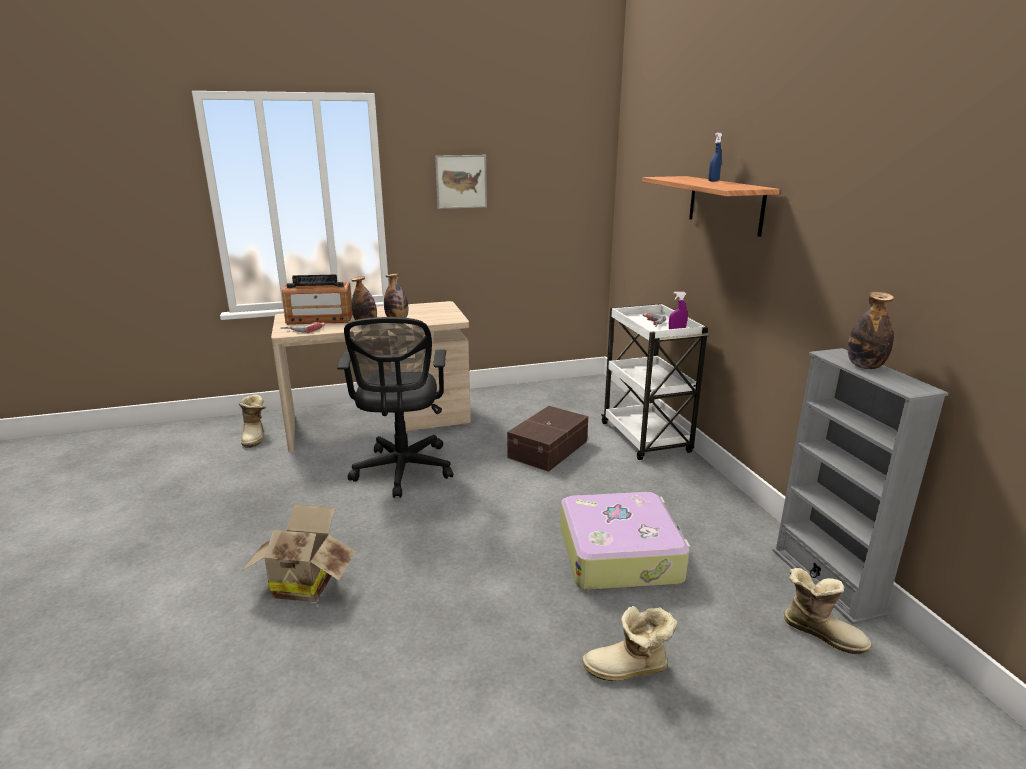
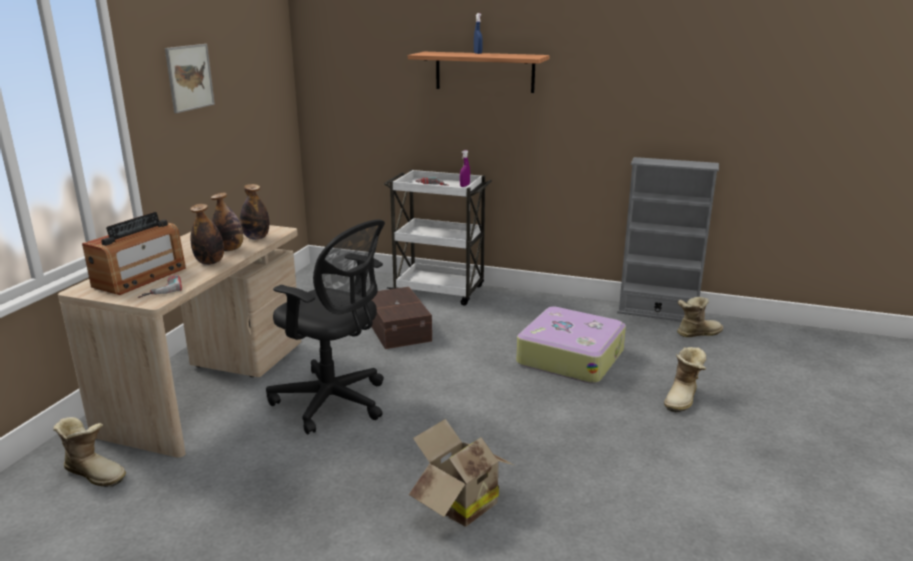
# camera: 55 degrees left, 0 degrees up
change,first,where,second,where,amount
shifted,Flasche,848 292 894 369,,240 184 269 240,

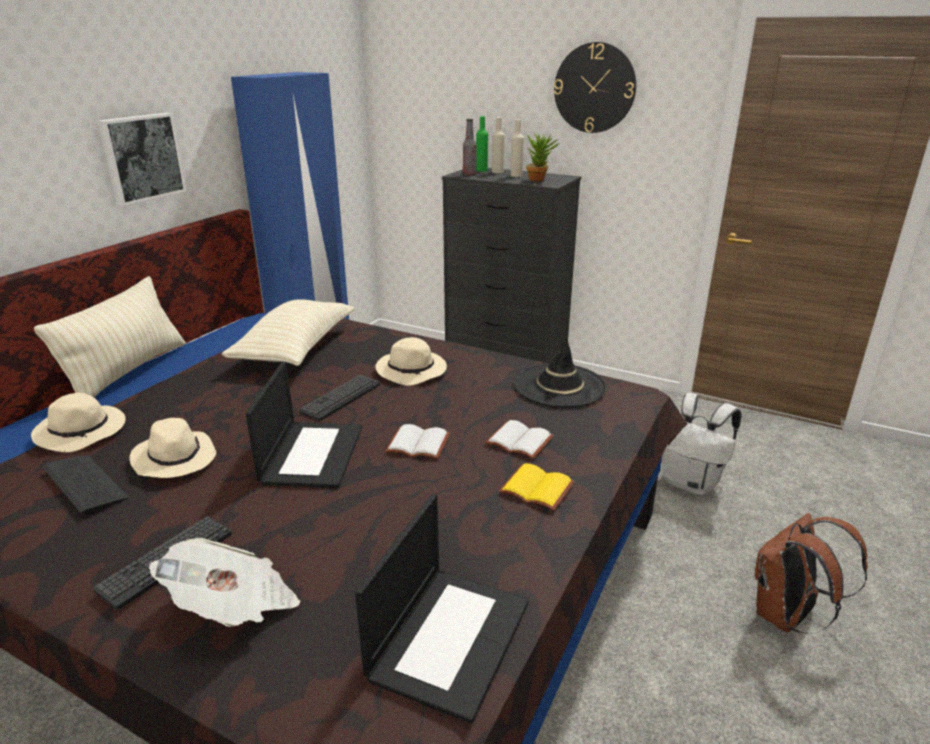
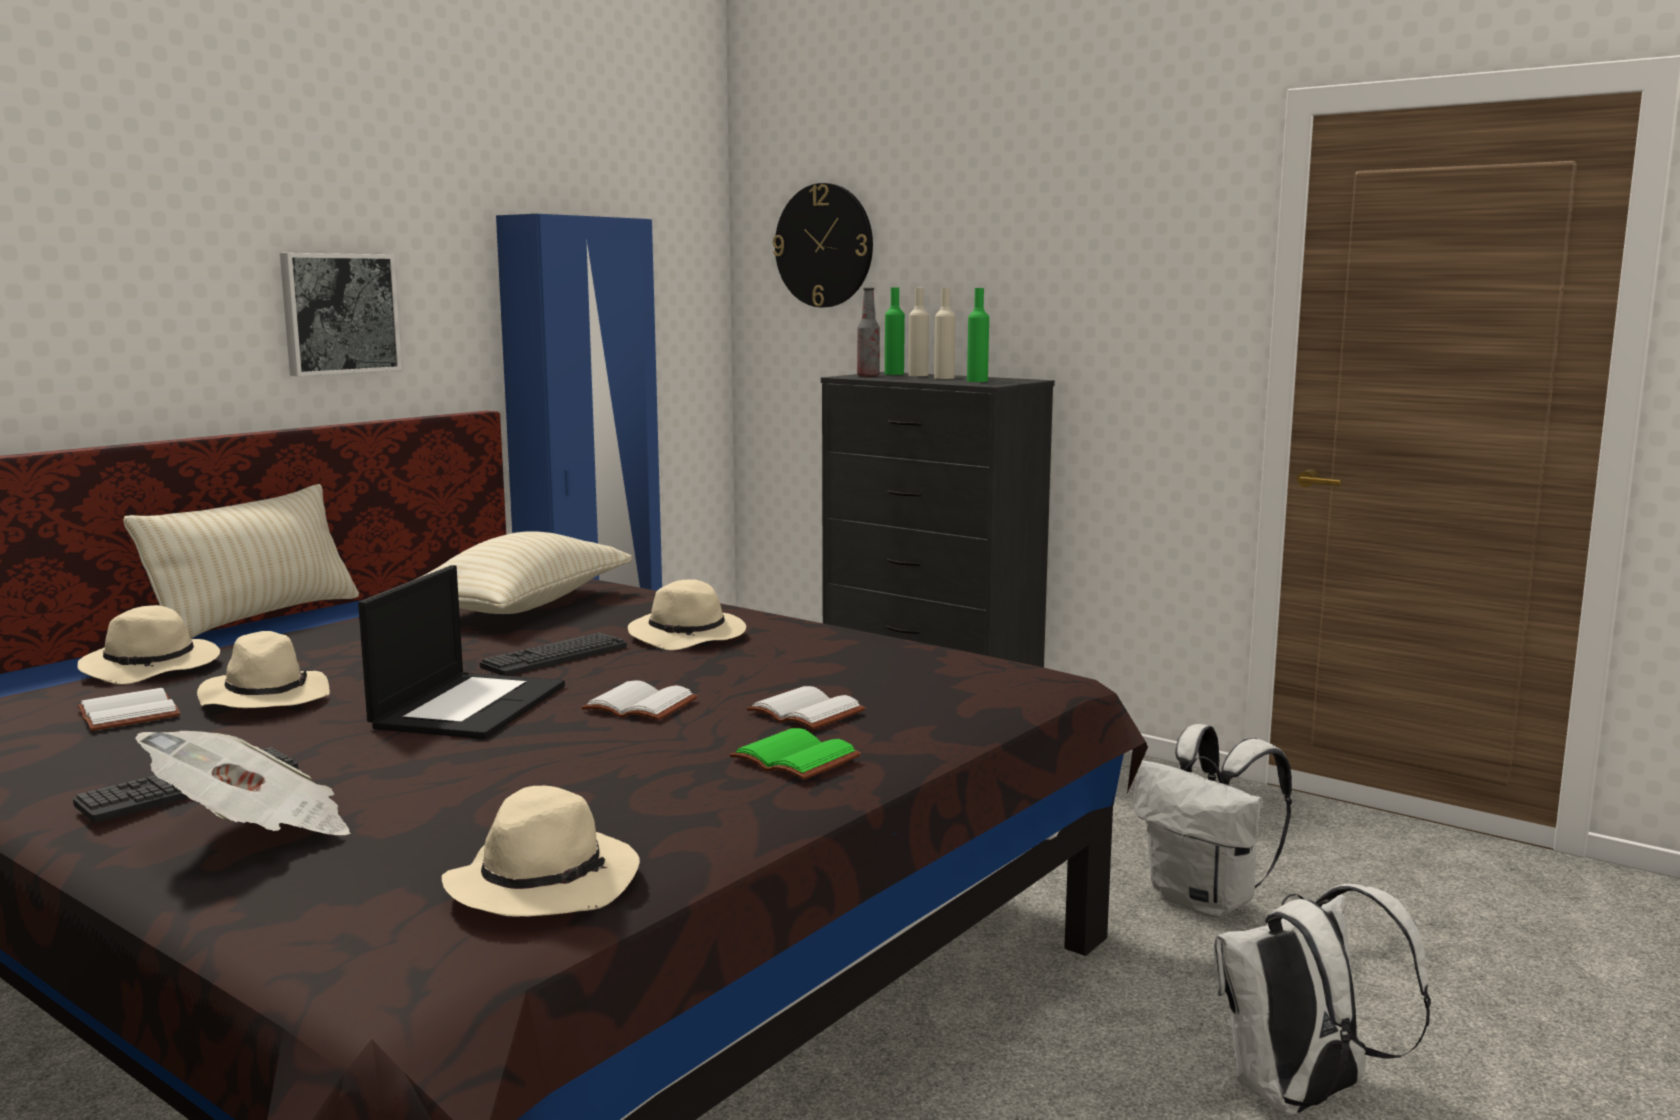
# camera: 10 degrees right, 15 degrees down
change,first,where,second,where,amount
swapped,Tastatur,43 456 129 516,Buch [weiß],77 688 180 731,
swapped,Laptop,355 494 529 724,Hut [beige],442 785 640 917,
repainted,Buch [gelb],499 463 575 511,Buch [grün],729 728 861 780,
gone,Hut [schwarz],514 335 607 408,,,
swapped,Topfpflanze,526 133 559 182,Flasche [grün],967 288 989 382,
shifted,Wanduhr,554 42 636 133,,773 183 873 307,
repainted,Rucksack [braun],755 513 868 634,Rucksack [weiß],1213 884 1431 1115,

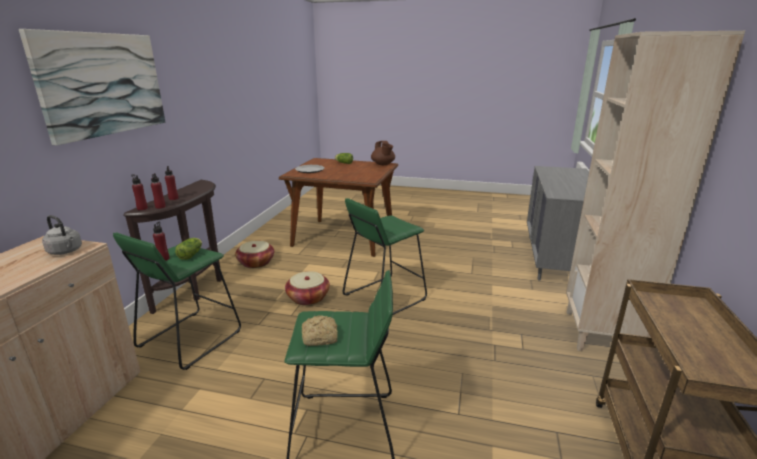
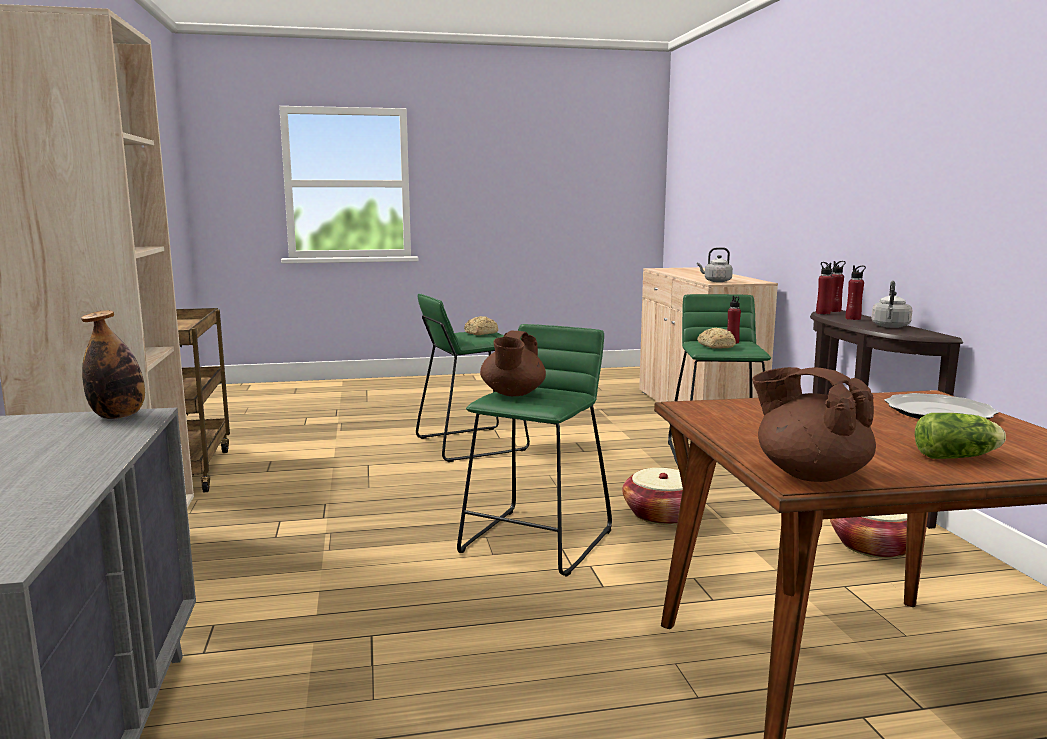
# camera: 155 degrees right, 10 degrees down
change,first,where,second,where,amount
gone,Bild,19 29 166 145,,,
swapped,Salatkopf,175 238 202 260,Brot,697 328 736 349,
new,,,Flasche,81 310 145 419,
new,,,Teekanne [braun],480 330 546 396,
new,,,Wasserkessel [grau],871 281 912 328,

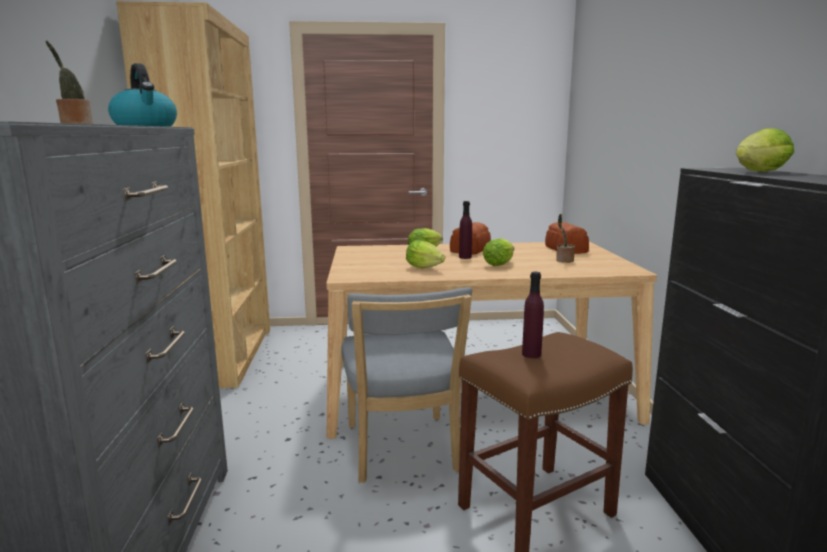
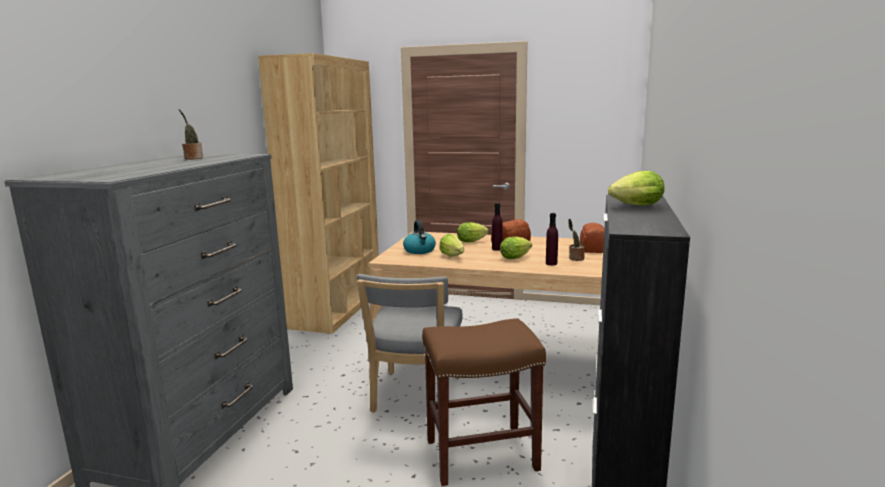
# camera: 20 degrees right, 0 degrees up
change,first,where,second,where,amount
shifted,Wasserkessel,108 63 177 127,,403 220 436 254,
shifted,Flasche [lila],522 272 544 358,,546 213 558 265,

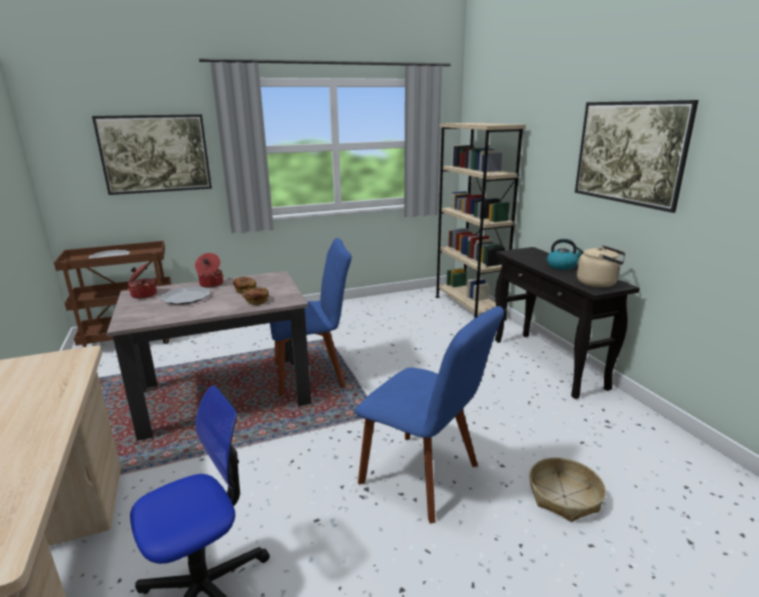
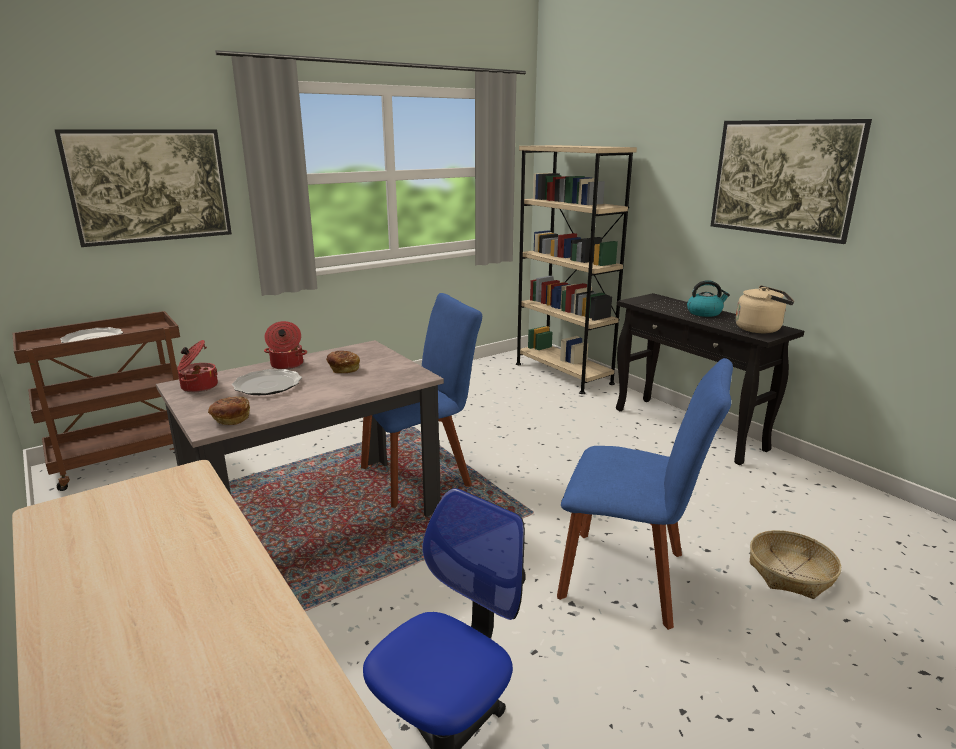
# camera: 15 degrees left, 0 degrees up
change,first,where,second,where,amount
shifted,Brot,242 287 269 305,,208 396 250 425,

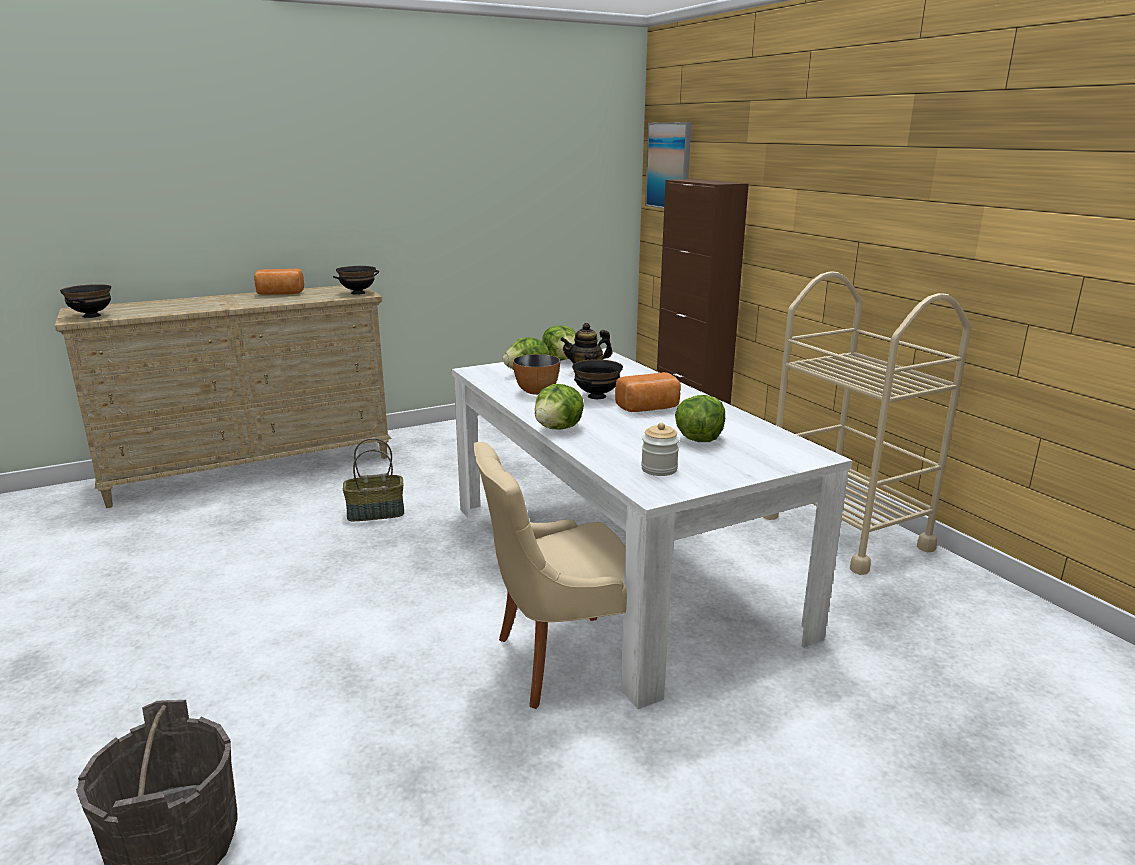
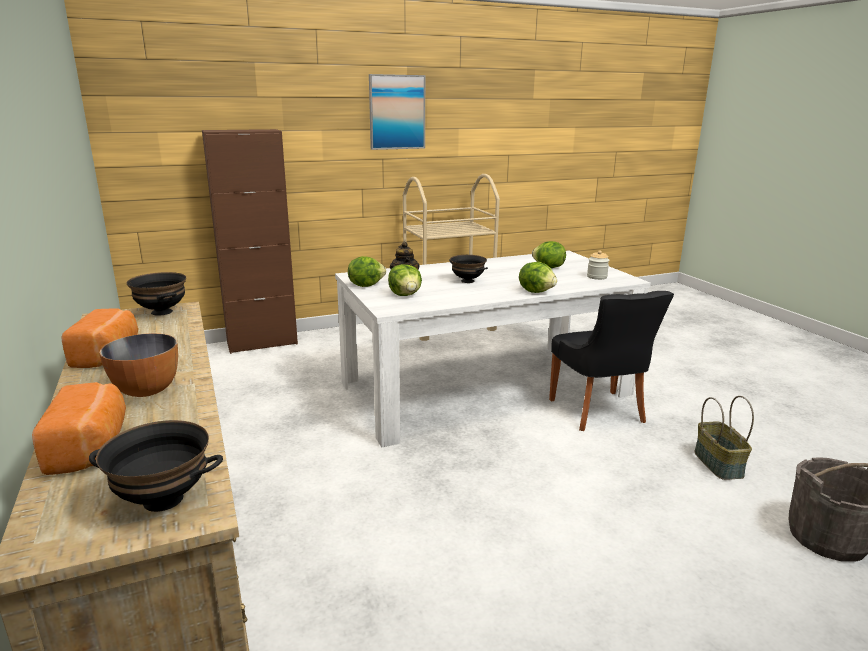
# camera: 85 degrees left, 0 degrees up
change,first,where,second,where,amount
shifted,Korb,343 438 404 521,,694 396 754 480,
repainted,Stuhl [beige],473 442 627 709,Stuhl [schwarz],549 291 674 431,
shifted,Schüssel,513 354 560 395,,99 333 178 397,
shifted,Brot,615 372 681 412,,32 382 126 475,
shifted,Bild,645 122 692 209,,369 74 425 150,

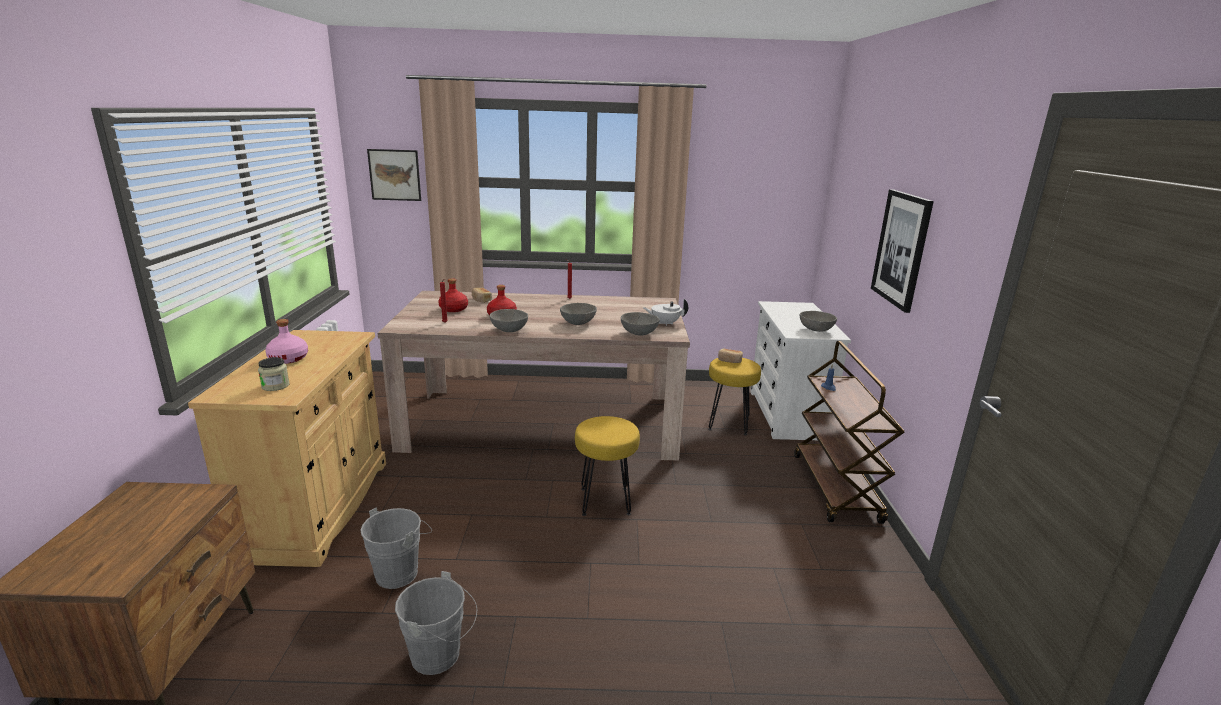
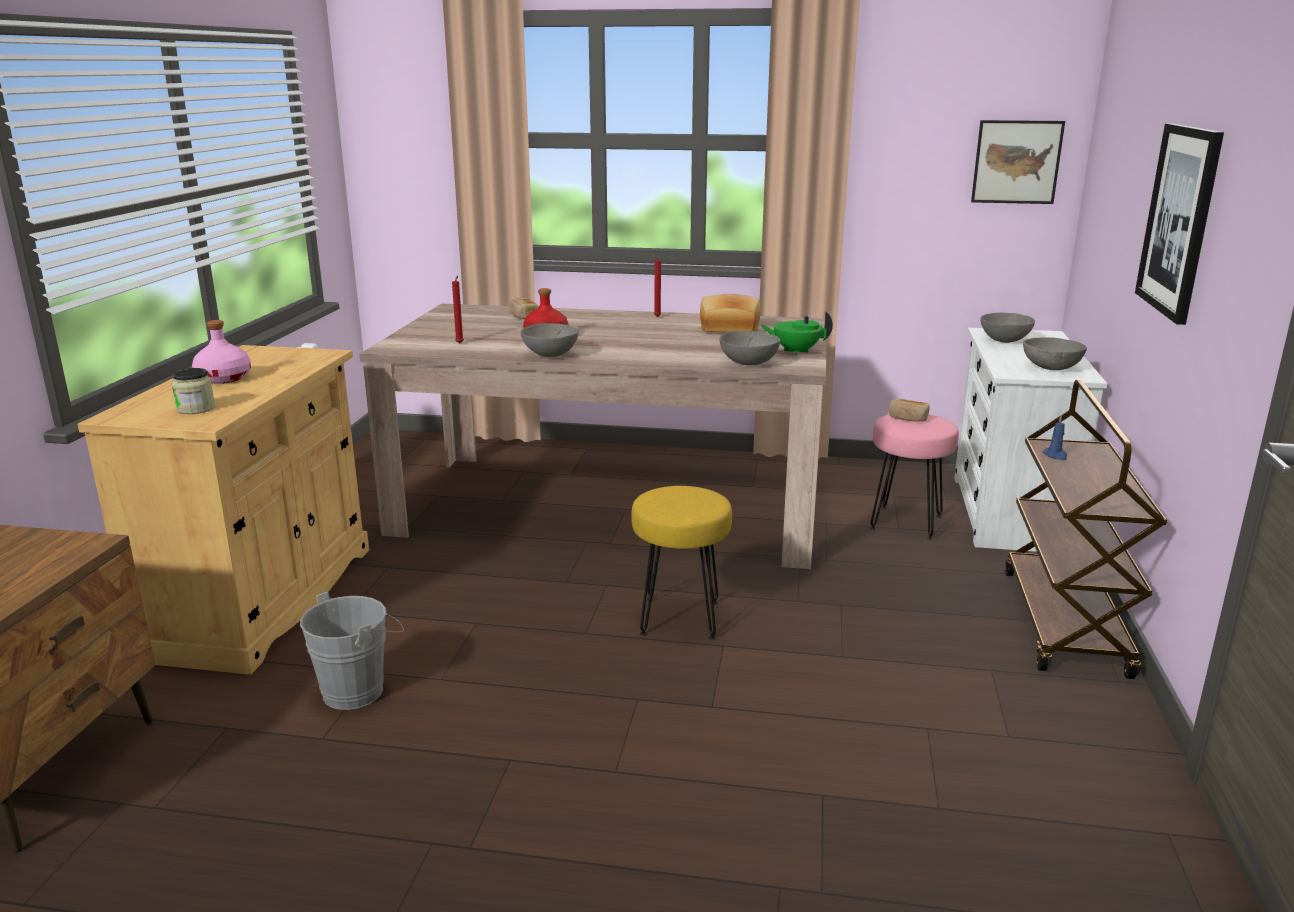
# camera: 10 degrees right, 0 degrees up
change,first,where,second,where,amount
shifted,Bild,367 149 421 201,,971 120 1065 204,
gone,Eimer [grau],395 571 477 675,,,
gone,Flasche [rot],438 278 468 312,,,
shifted,Schüssel [grau],560 303 597 325,,980 313 1035 343,
repainted,Teekanne [weiß],643 299 688 326,Teekanne [grün],760 311 833 355,
repainted,Hocker [gelb],708 358 761 435,Hocker [rosa],870 414 959 540,
new,,,Brot,700 294 760 332,

